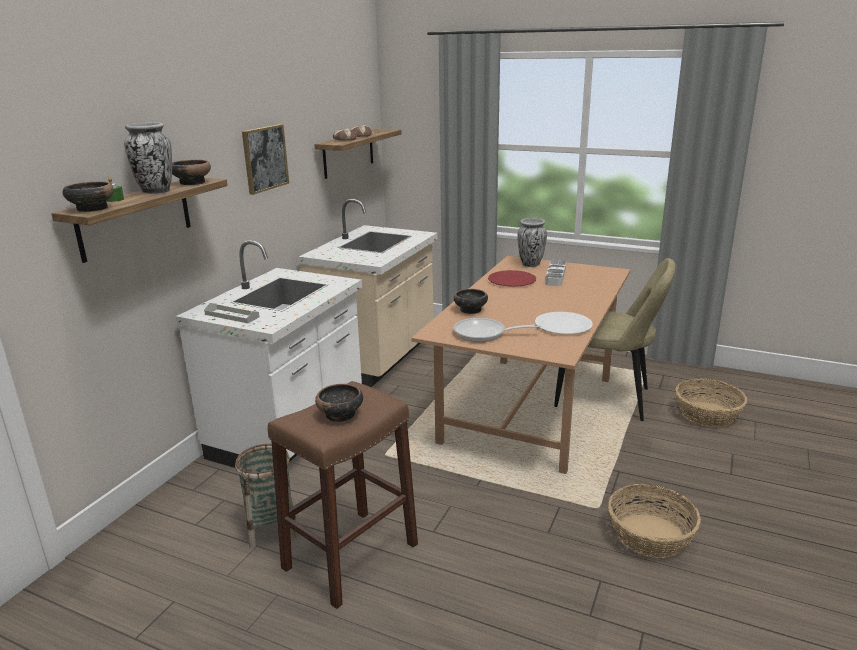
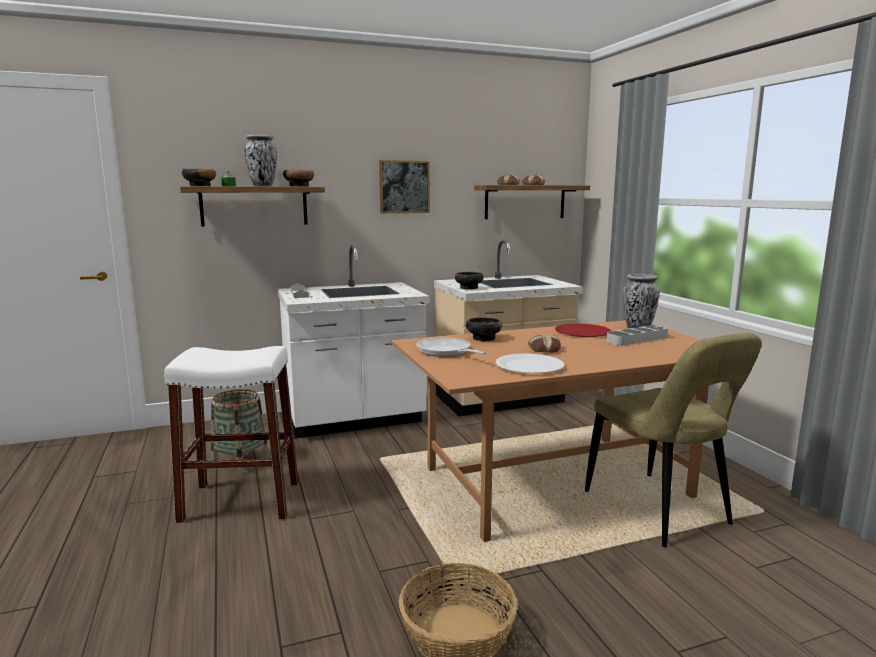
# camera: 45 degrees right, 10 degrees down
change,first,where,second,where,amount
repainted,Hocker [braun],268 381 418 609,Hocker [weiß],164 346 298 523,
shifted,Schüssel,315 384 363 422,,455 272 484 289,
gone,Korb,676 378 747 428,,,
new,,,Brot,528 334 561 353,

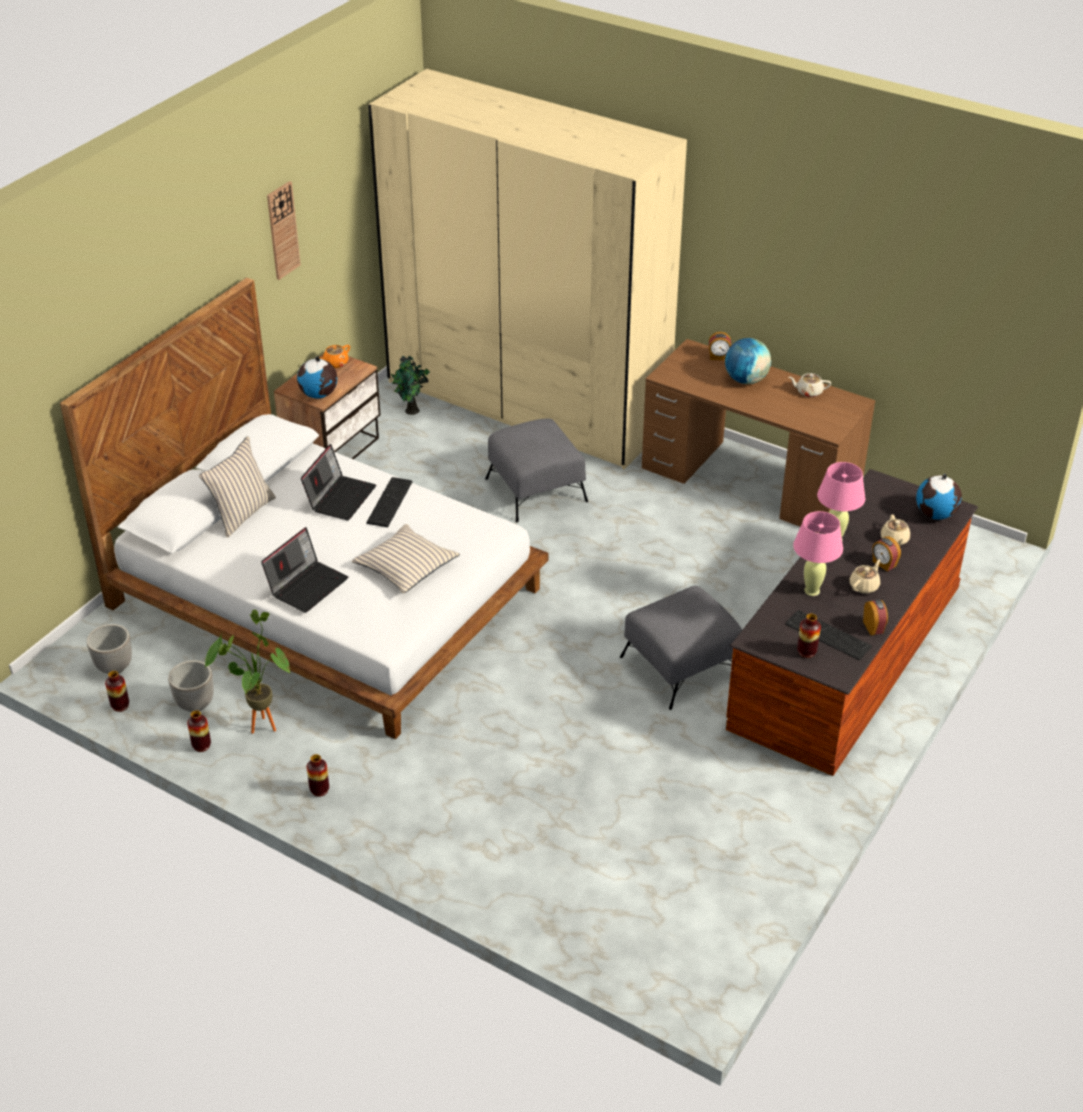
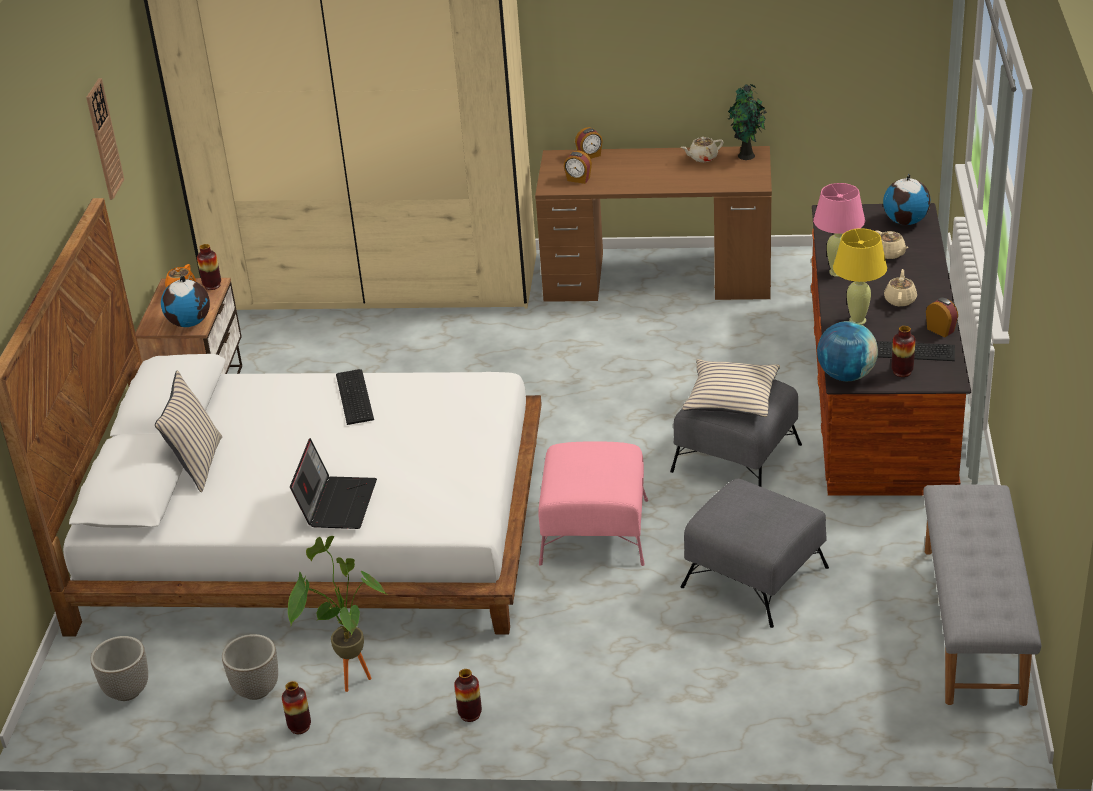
# camera: 25 degrees left, 5 degrees down
change,first,where,second,where,amount
shifted,Vase,105 671 129 712,,197 244 221 290,
gone,Laptop,301 444 376 521,,,
shifted,Kissen [beige],352 524 460 593,,682 359 780 417,
shifted,Topfpflanze,390 356 430 415,,728 84 767 160,
shifted,Polsterhocker [grau],485 418 588 522,,681 479 829 628,
shifted,Globus,725 338 771 384,,817 321 878 381,
repainted,Tischlampe [rosa],793 511 843 596,Tischlampe [gelb],833 228 887 325,
shifted,Wecker,872 536 901 572,,564 151 592 184,
new,,,Polsterhocker [rosa],538 441 648 566,
new,,,Bank [grau],923 484 1041 706,

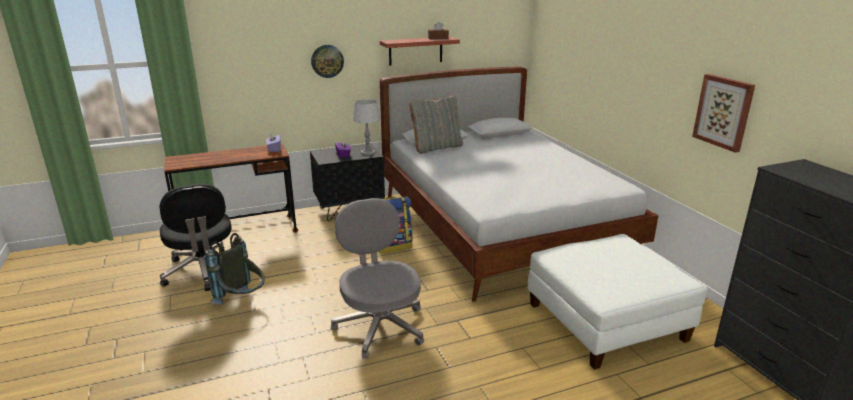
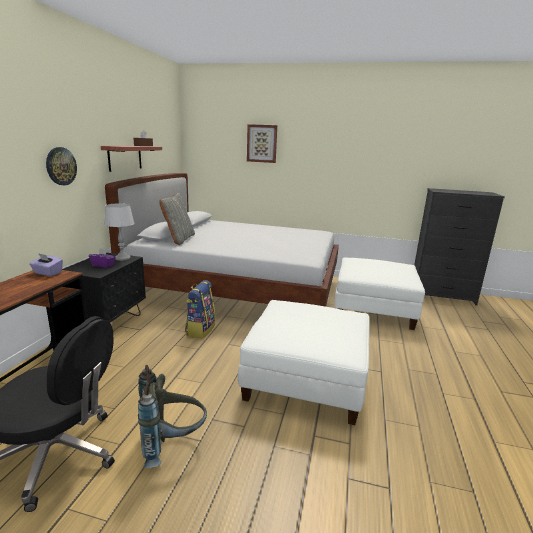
# camera: 55 degrees left, 5 degrees down
change,first,where,second,where,amount
swapped,Bürostuhl [grau],331 198 424 359,Polsterhocker [weiß],238 300 370 425,
shifted,Bild,692 74 755 153,,247 124 277 163,

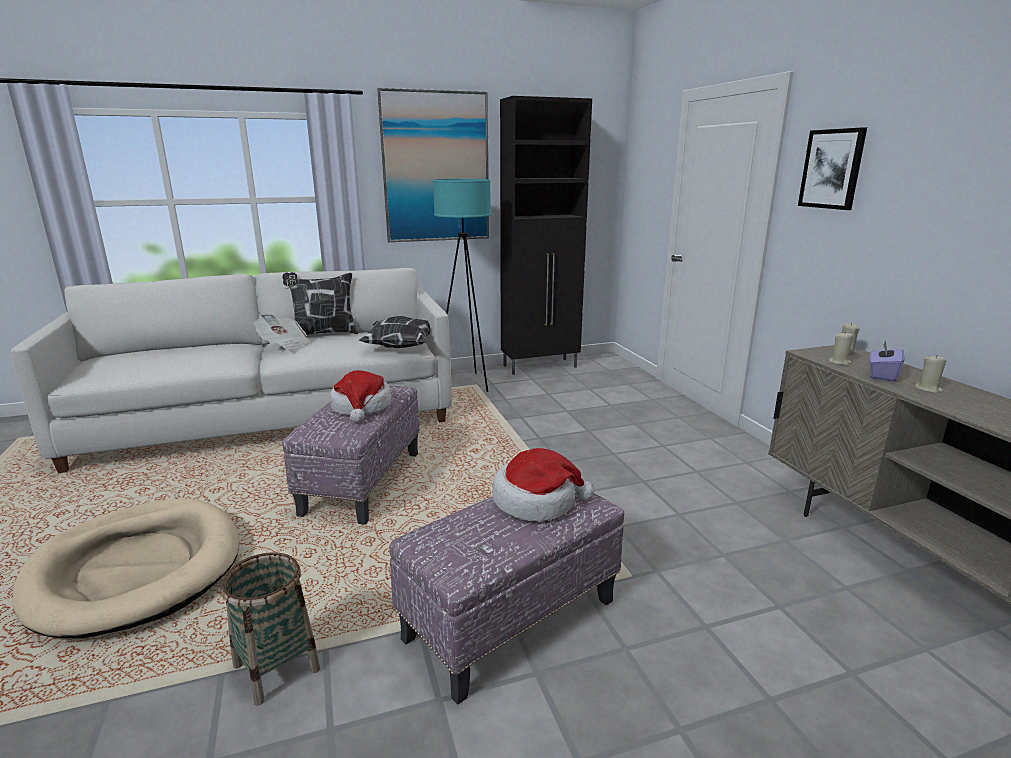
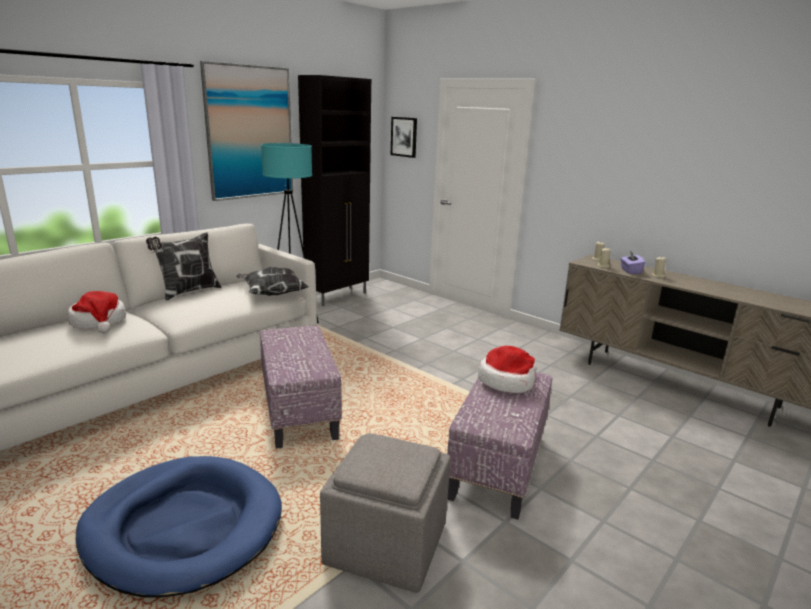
# camera: 30 degrees left, 0 degrees up
change,first,where,second,where,amount
repainted,Hundebett [beige],13 499 240 638,Hundebett [blau],76 456 282 598,
swapped,Korb,221 552 320 706,Polsterhocker [grau],320 433 451 593,
gone,Zeitung,254 314 309 351,,,
shifted,Hut,330 370 391 423,,68 291 126 333,
shifted,Bild,798 127 867 210,,391 117 417 158,

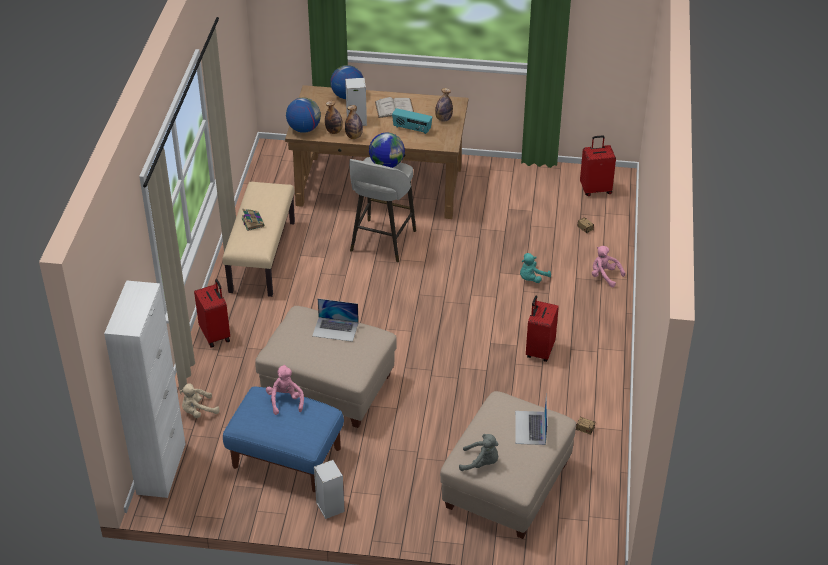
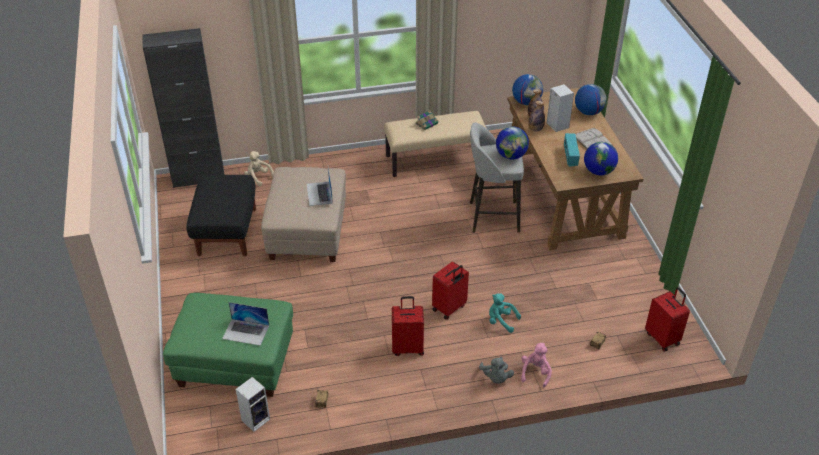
# camera: 70 degrees right, 0 degrees up
change,first,where,second,where,amount
repainted,Schrank [weiß],104 280 186 498,Schrank [schwarz],142 28 224 188,
shifted,Koffer [rot],194 279 230 348,,432 261 469 320,
repainted,Polsterhocker [blau],223 387 344 492,Polsterhocker [schwarz],186 175 256 257,
gone,Plüschtier [rosa],266 365 304 415,,,
shifted,Lautsprecher,314 460 345 519,,236 377 270 432,
swapped,Flasche,435 88 453 122,Globus,584 142 618 175,
repainted,Polsterhocker [beige],440 391 576 539,Polsterhocker [grün],163 293 293 397,
shifted,Plüschtier [grau],459 434 499 471,,479 357 514 384,
rotated,Laptop,515 393 547 445,,222 302 269 346,150 degrees counterclockwise

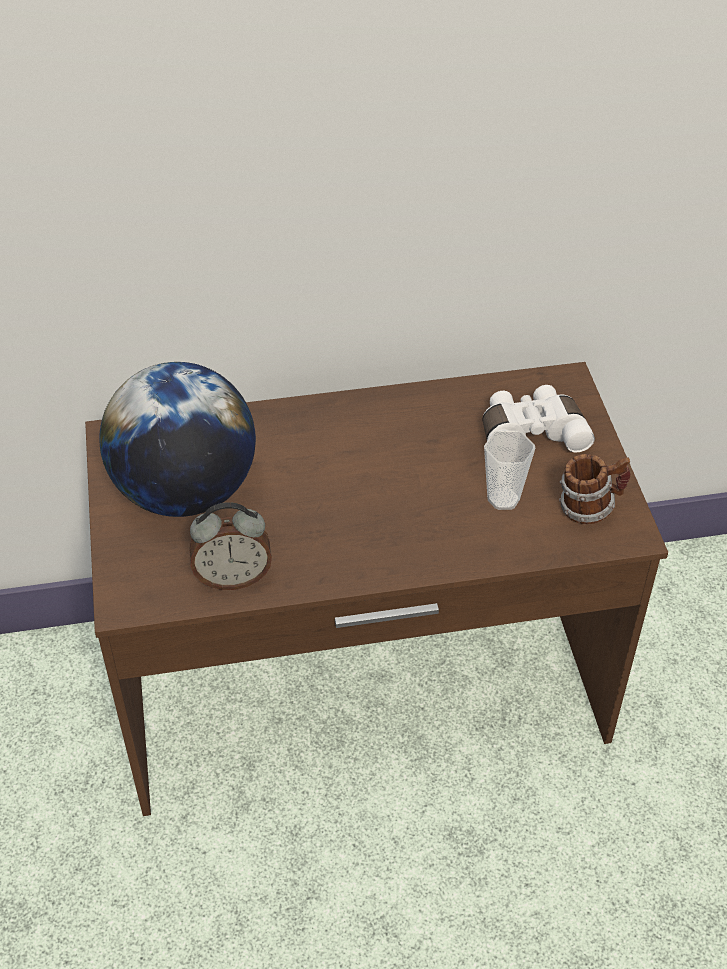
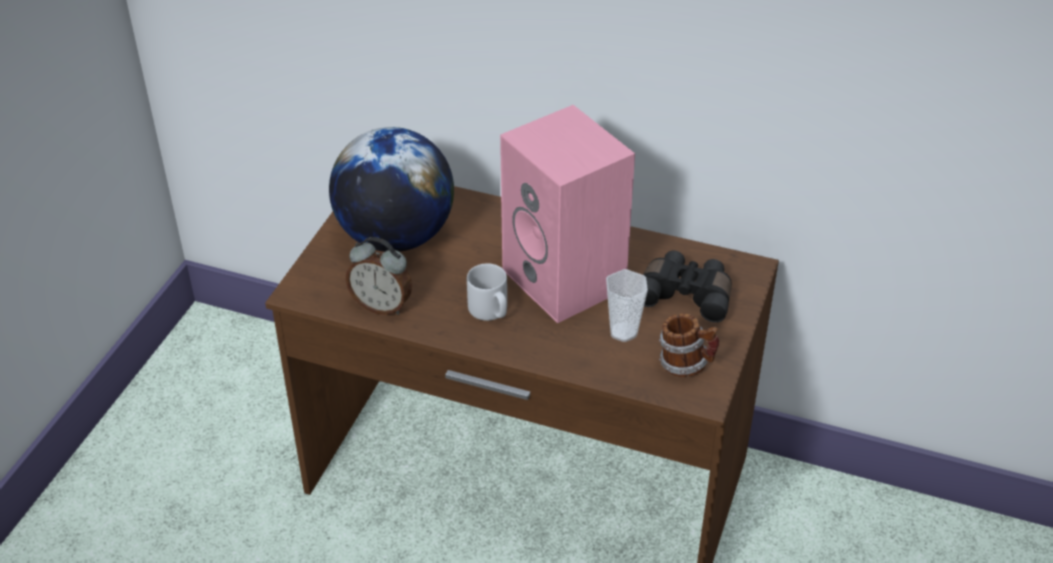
# camera: 30 degrees right, 5 degrees down
change,first,where,second,where,amount
repainted,Fernglas [weiß],483 385 595 452,Fernglas [schwarz],643 251 732 323,
new,,,Henkelbecher [grau],467 263 507 321,
new,,,Lautsprecher [rosa],500 105 635 323,

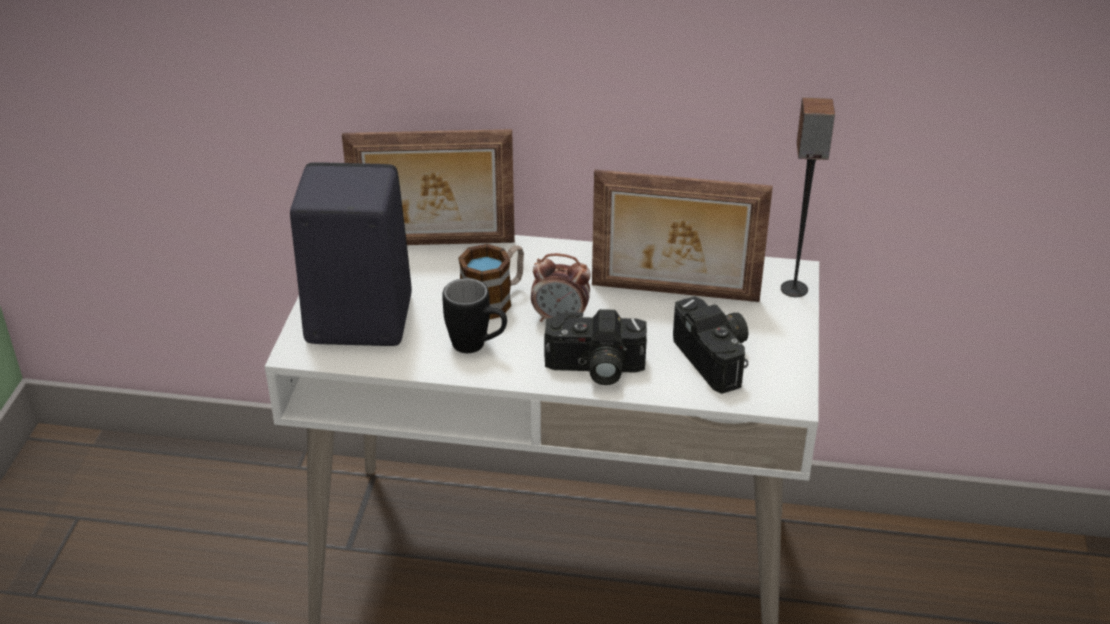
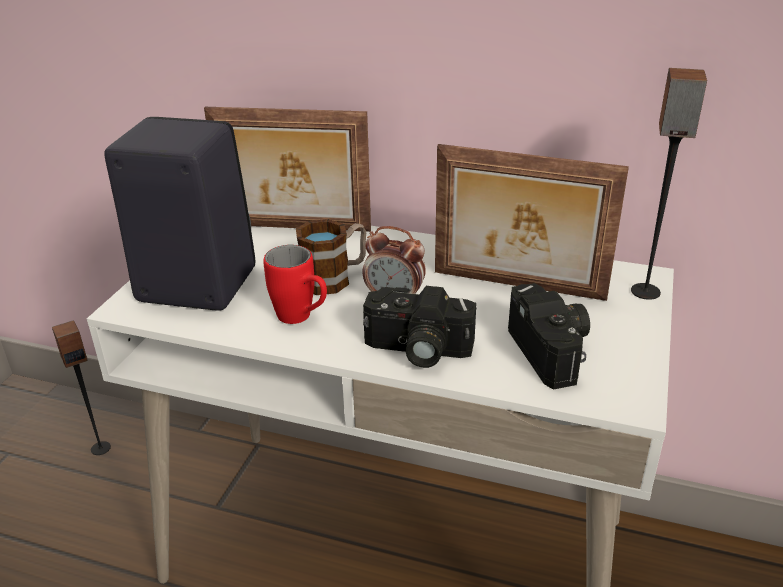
# camera: 10 degrees right, 5 degrees down
change,first,where,second,where,amount
repainted,Henkelbecher [schwarz],442 278 507 353,Henkelbecher [rot],263 245 327 324,
new,,,Lautsprecher,52 320 111 455,

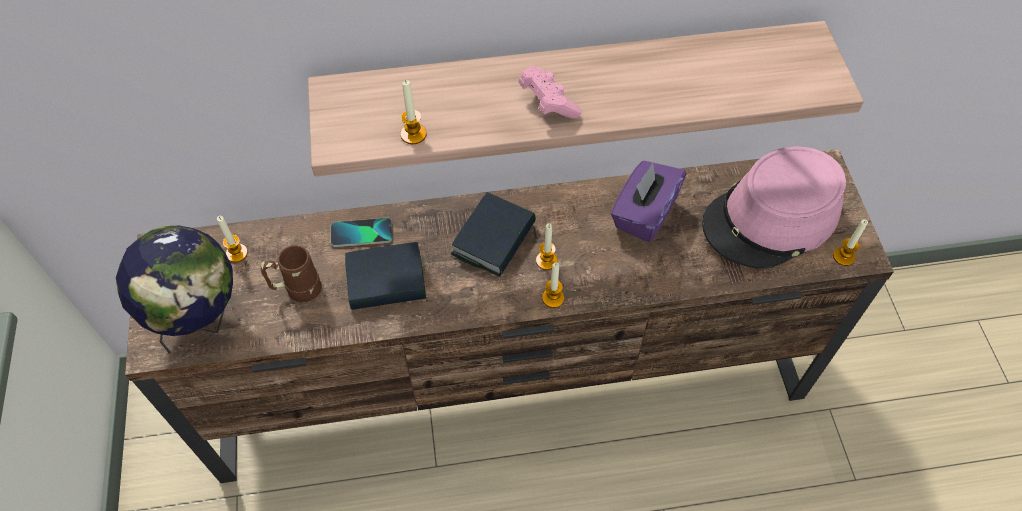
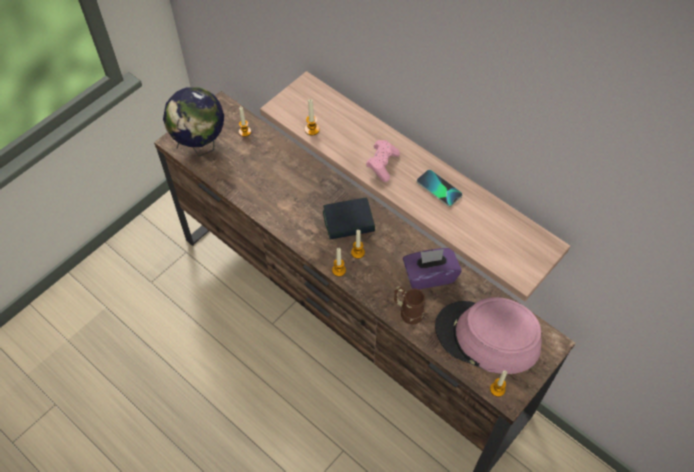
# camera: 50 degrees right, 0 degrees up
change,first,where,second,where,amount
shifted,Henkelbecher [braun],260 245 322 302,,394 286 425 324,
shifted,Handy,331 218 393 247,,417 170 462 207,
gone,Buch,345 242 426 310,,,

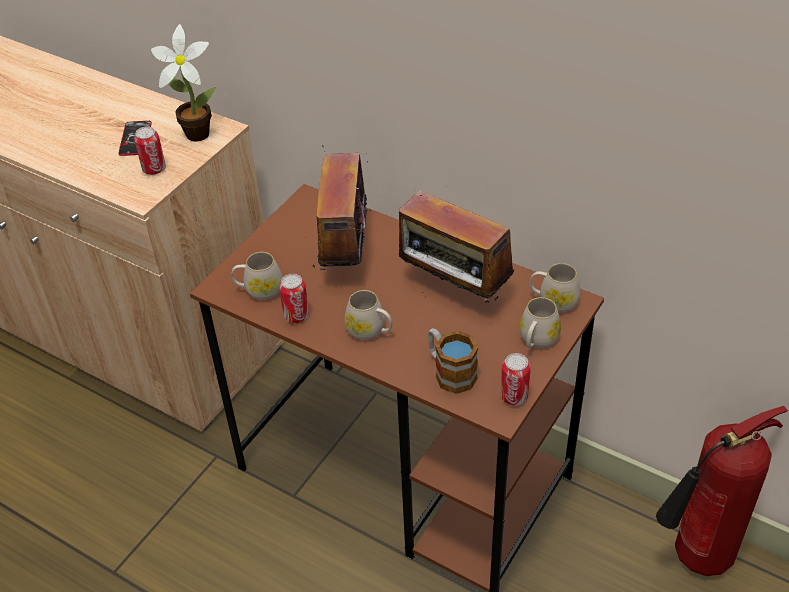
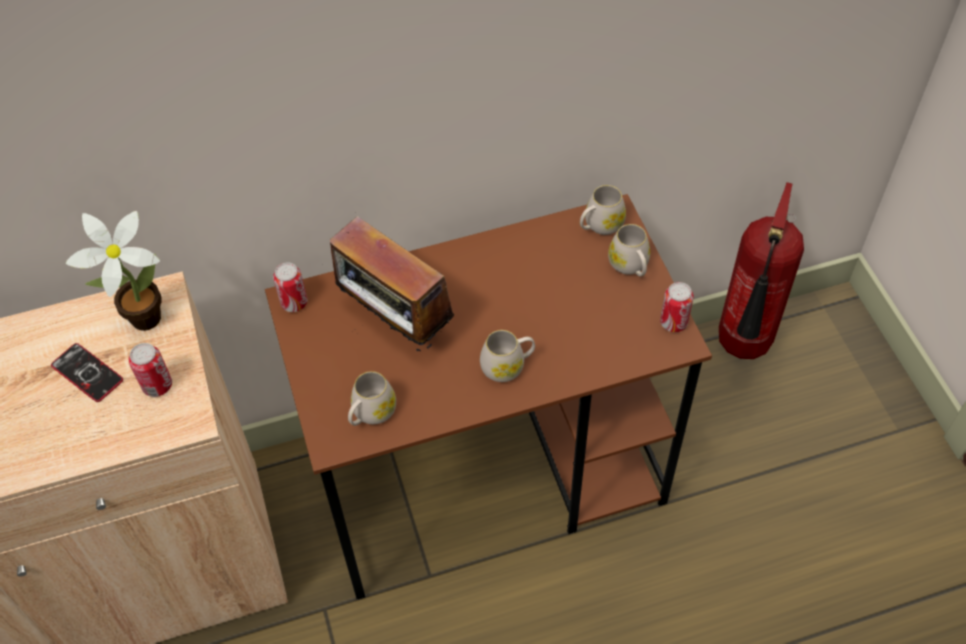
# camera: 50 degrees left, 10 degrees up
change,first,where,second,where,amount
shifted,Dose,279 274 309 323,,273 262 307 312,
gone,Radio,399 190 514 303,,,
gone,Henkelbecher,428 328 478 394,,,

